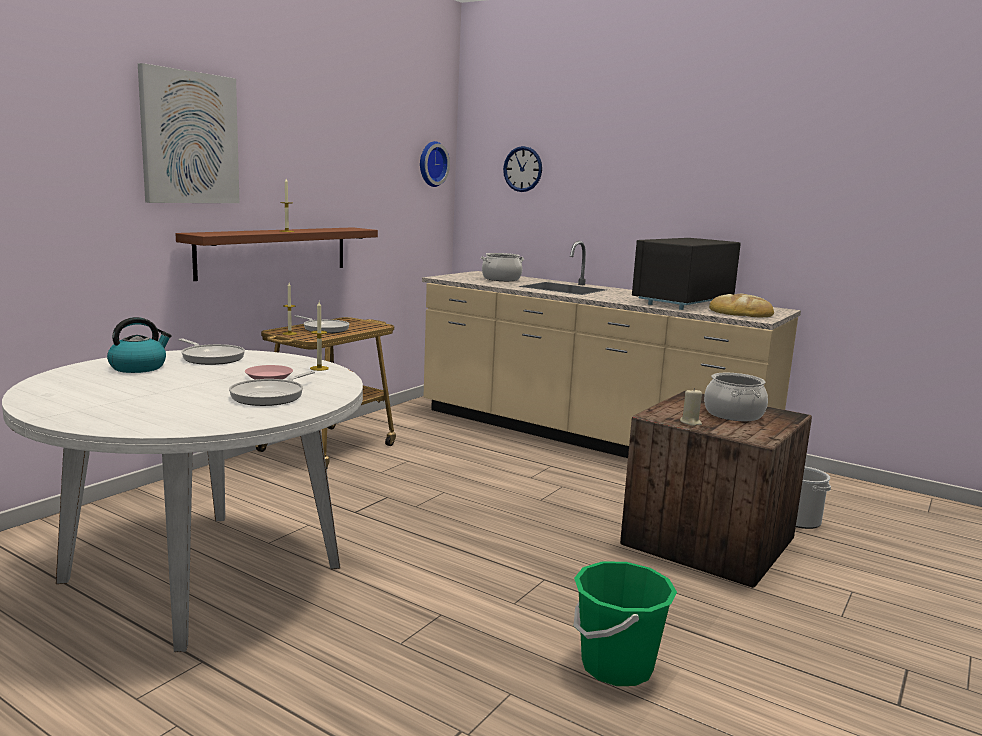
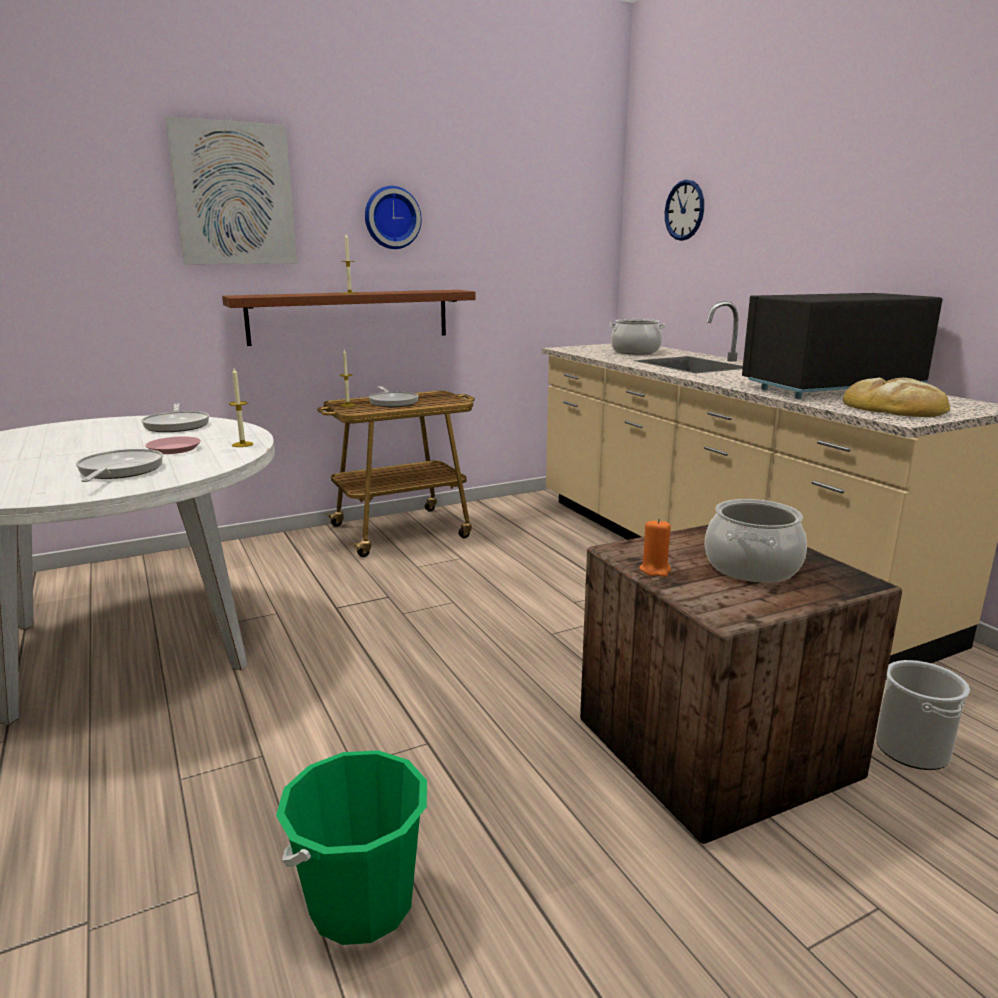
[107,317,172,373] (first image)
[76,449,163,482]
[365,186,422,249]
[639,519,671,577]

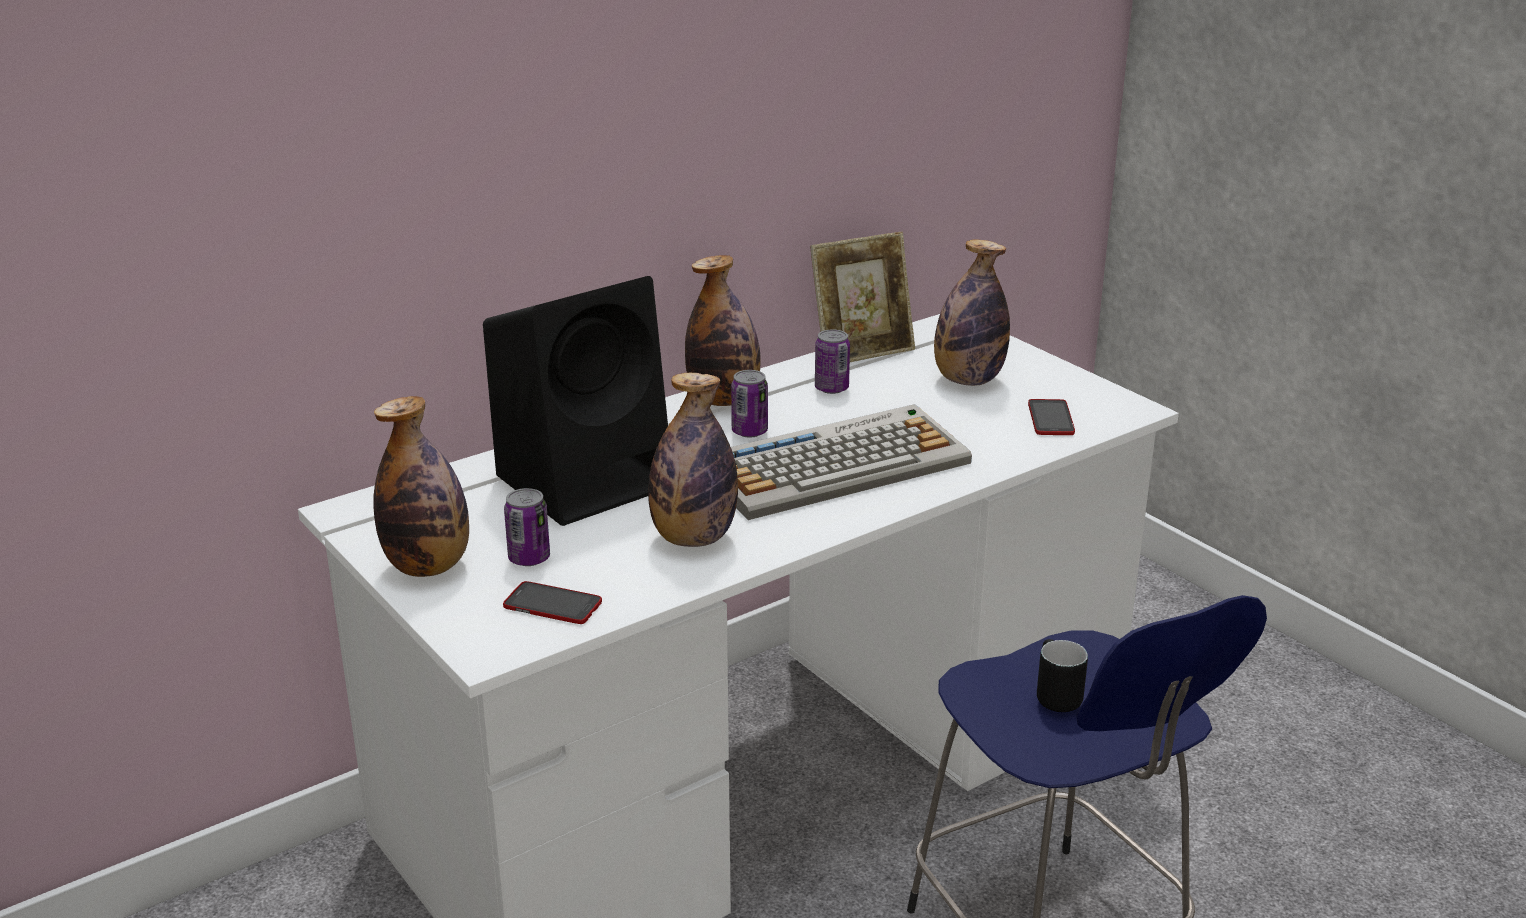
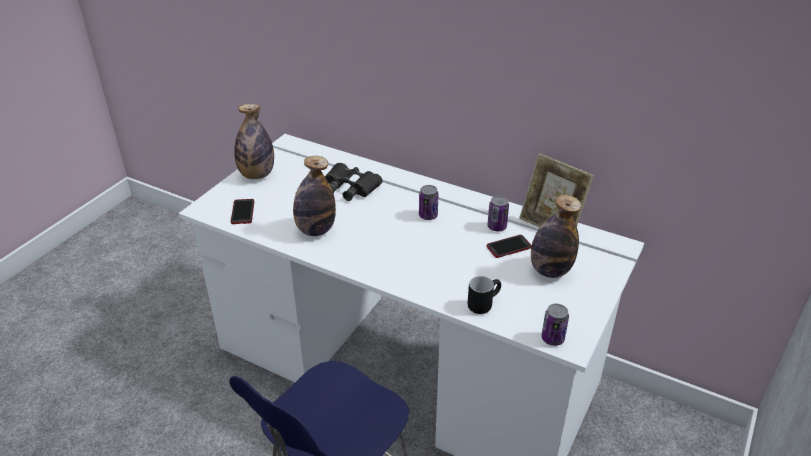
[325,163,383,201]
[541,304,569,346]
[685,255,761,406] (first image)
[731,404,972,520] (first image)
[487,235,532,258]
[468,276,501,314]

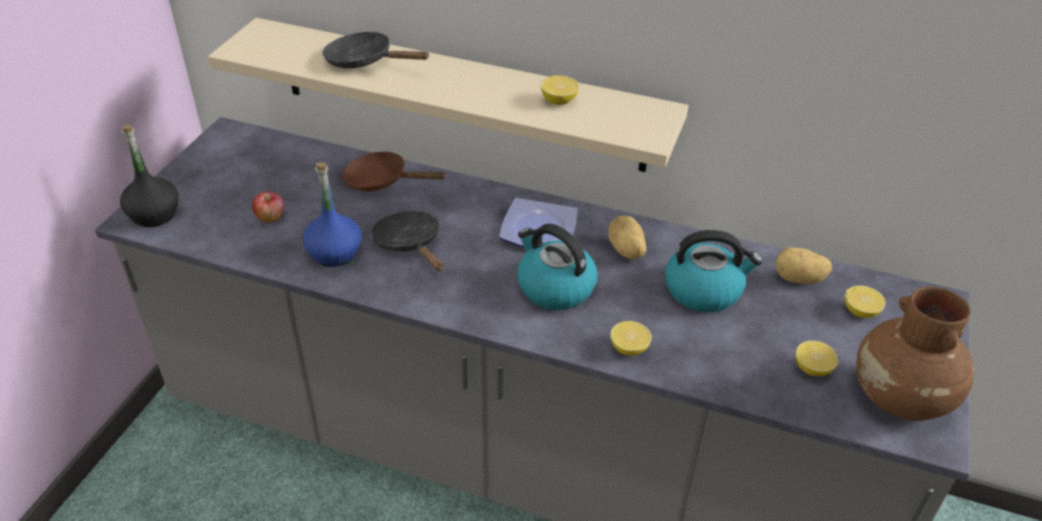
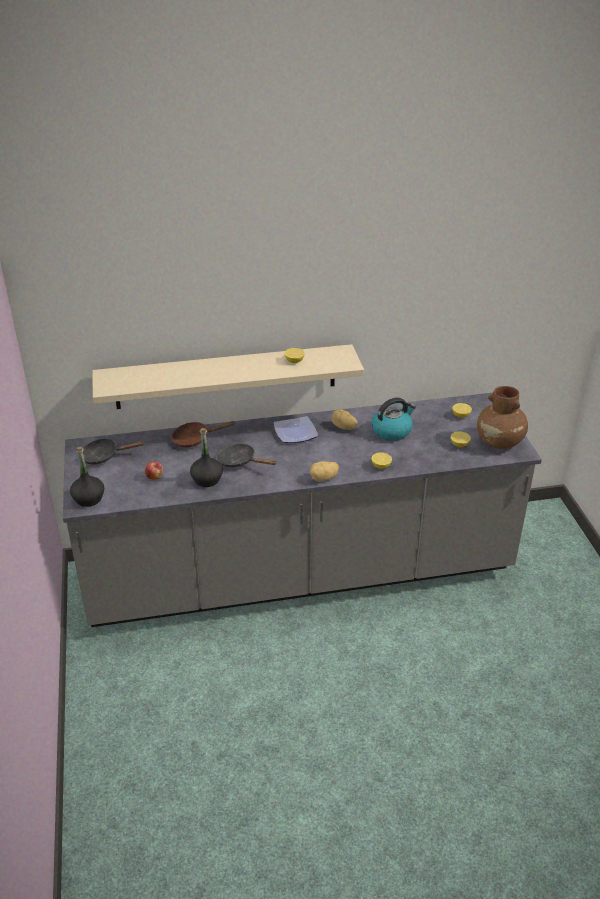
[190,428,223,487]
[83,439,146,464]
[517,224,597,310] (first image)
[310,461,339,481]

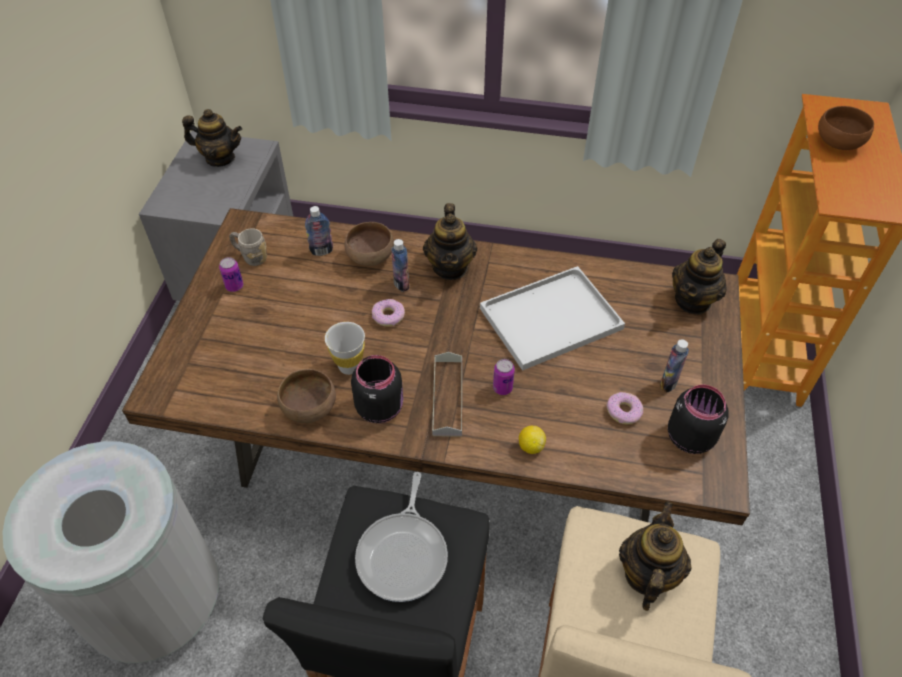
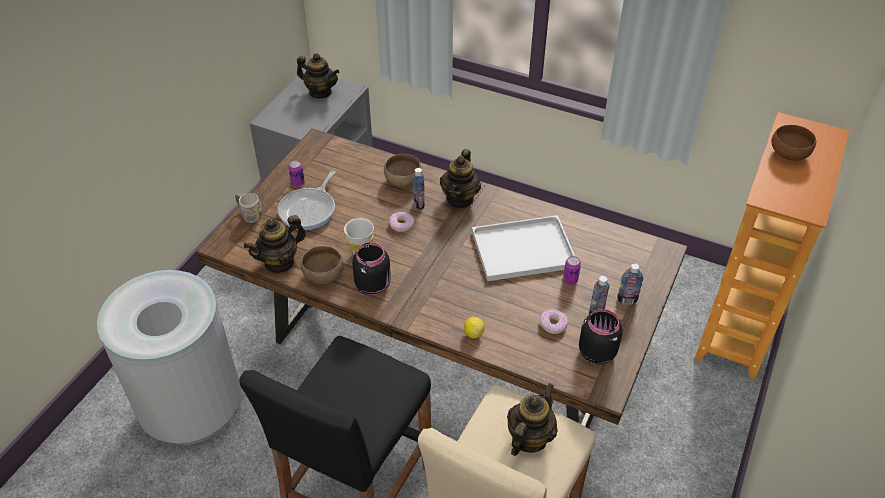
[235,193,261,223]
[617,263,643,305]
[278,170,335,230]
[432,352,462,437] (first image)
[563,256,581,285]
[244,215,306,274]

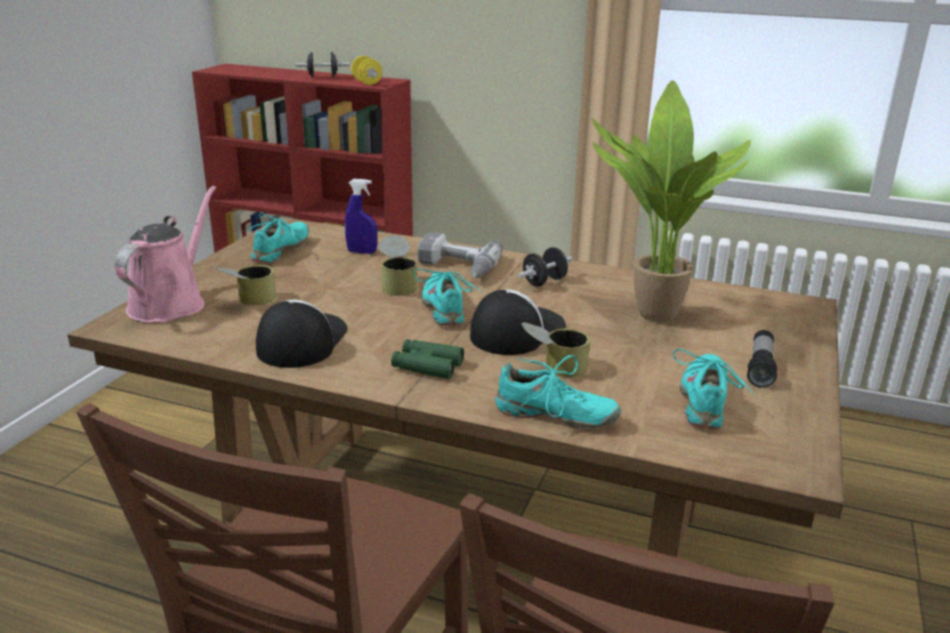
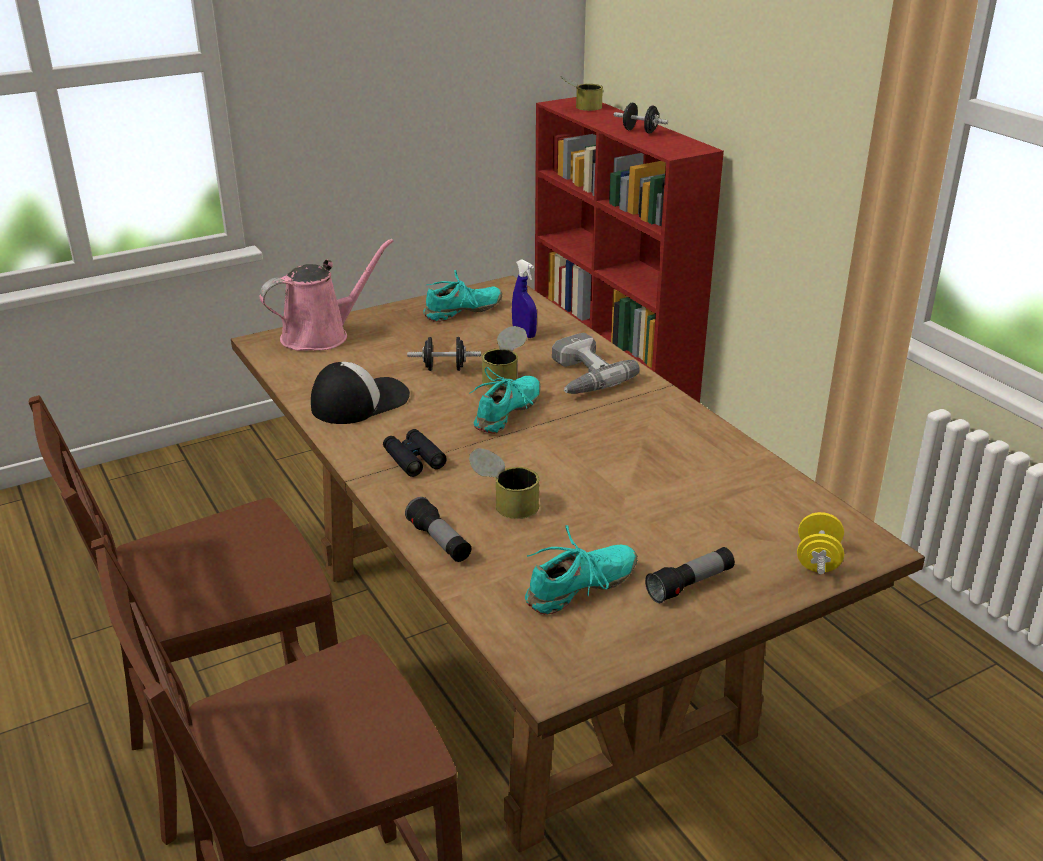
[560,76,603,111]
[797,512,844,574]
[383,429,447,477]
[470,290,566,355] (first image)
[405,497,471,562]
[407,337,481,371]
[592,80,751,322] (first image)

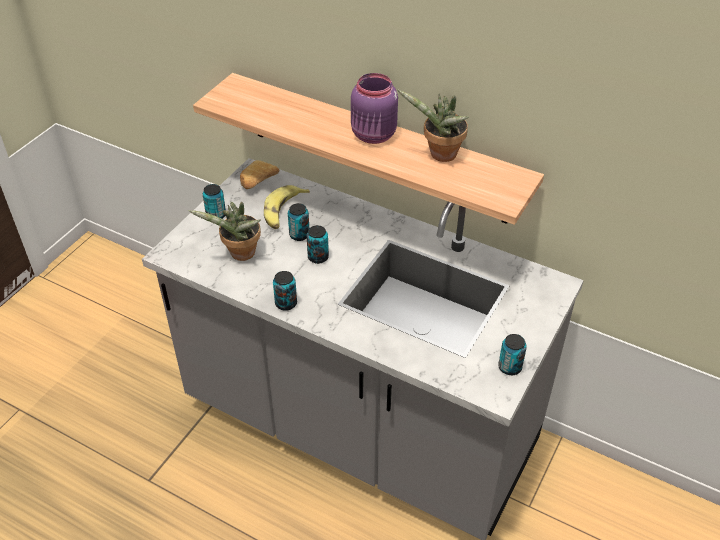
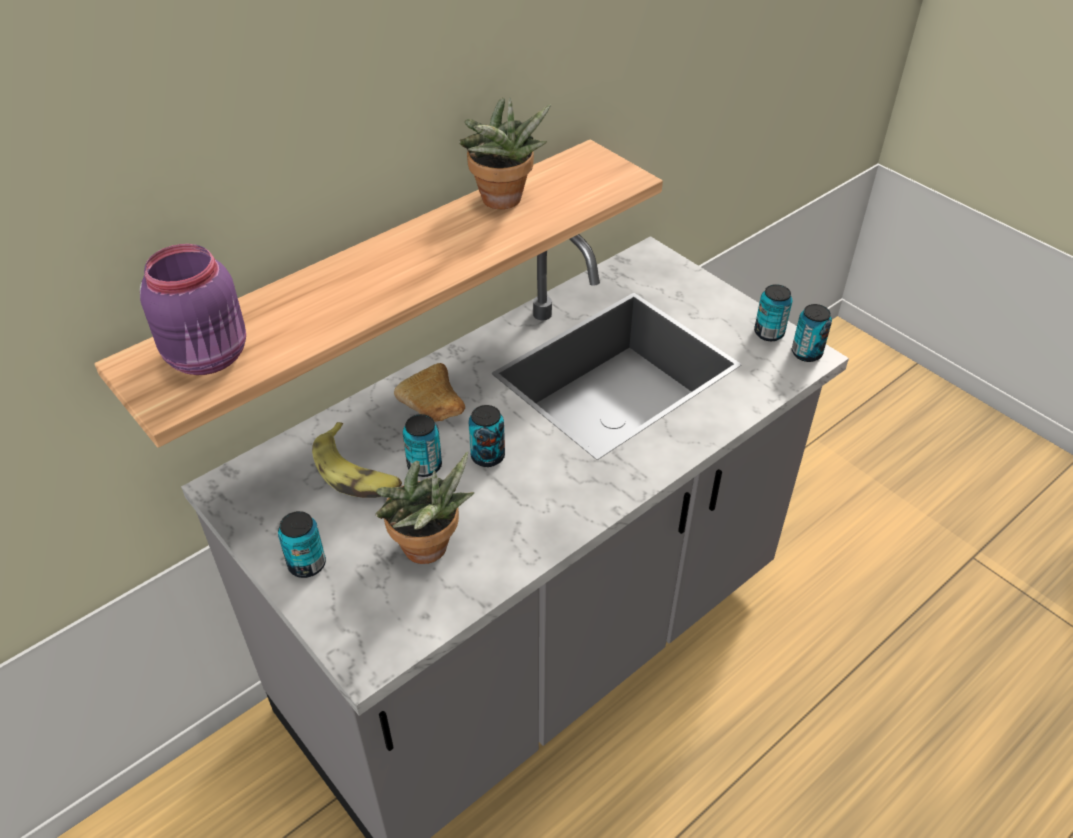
[394,363,465,422]
[792,304,832,362]
[140,244,246,375]

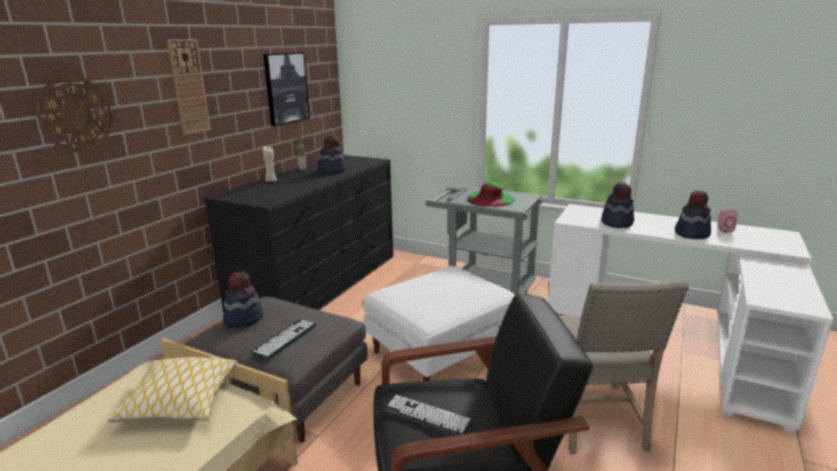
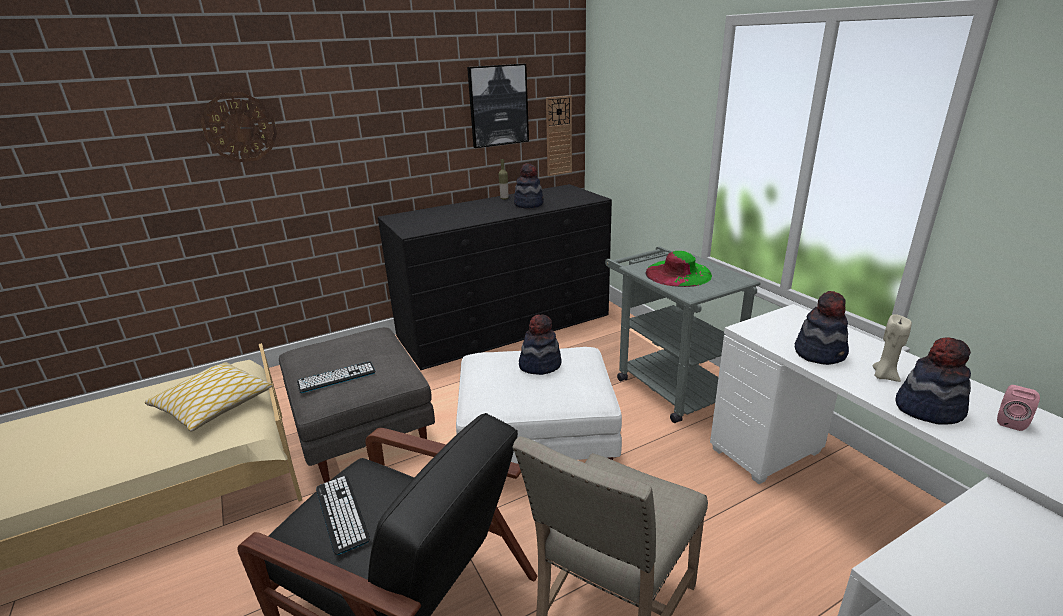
[546,95,572,176]
[519,314,562,375]
[873,314,912,382]

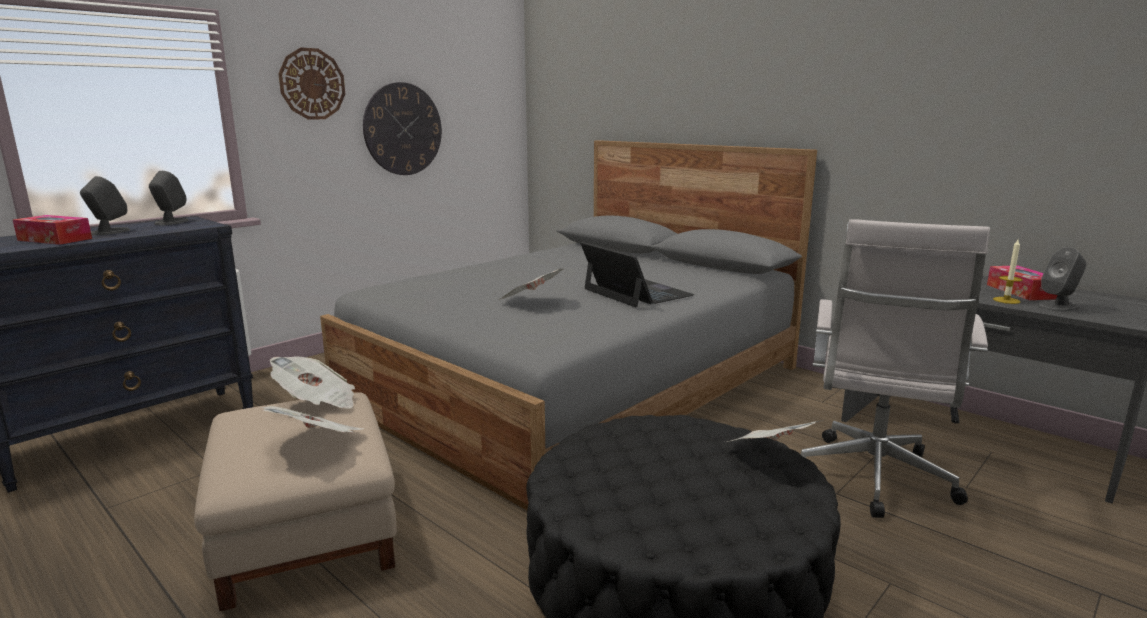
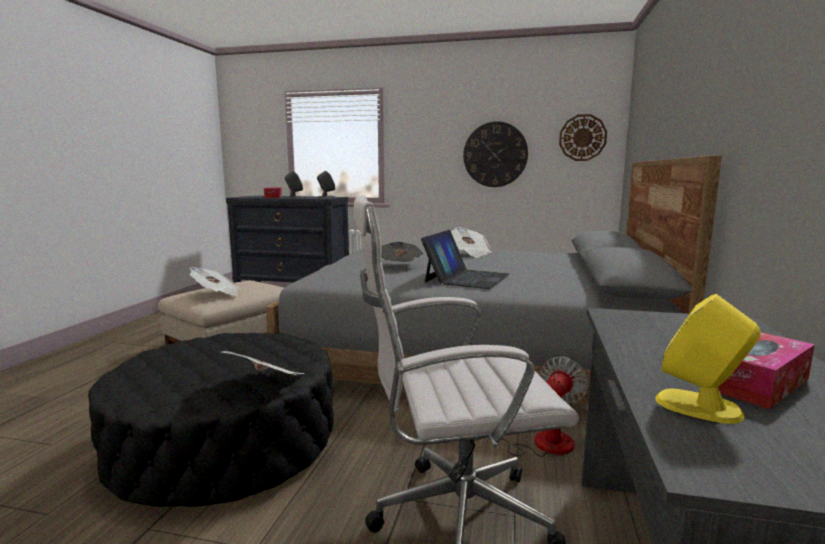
[451,227,492,258]
[559,114,607,161]
[993,240,1023,304] (first image)
[655,294,761,424]
[474,357,588,457]

